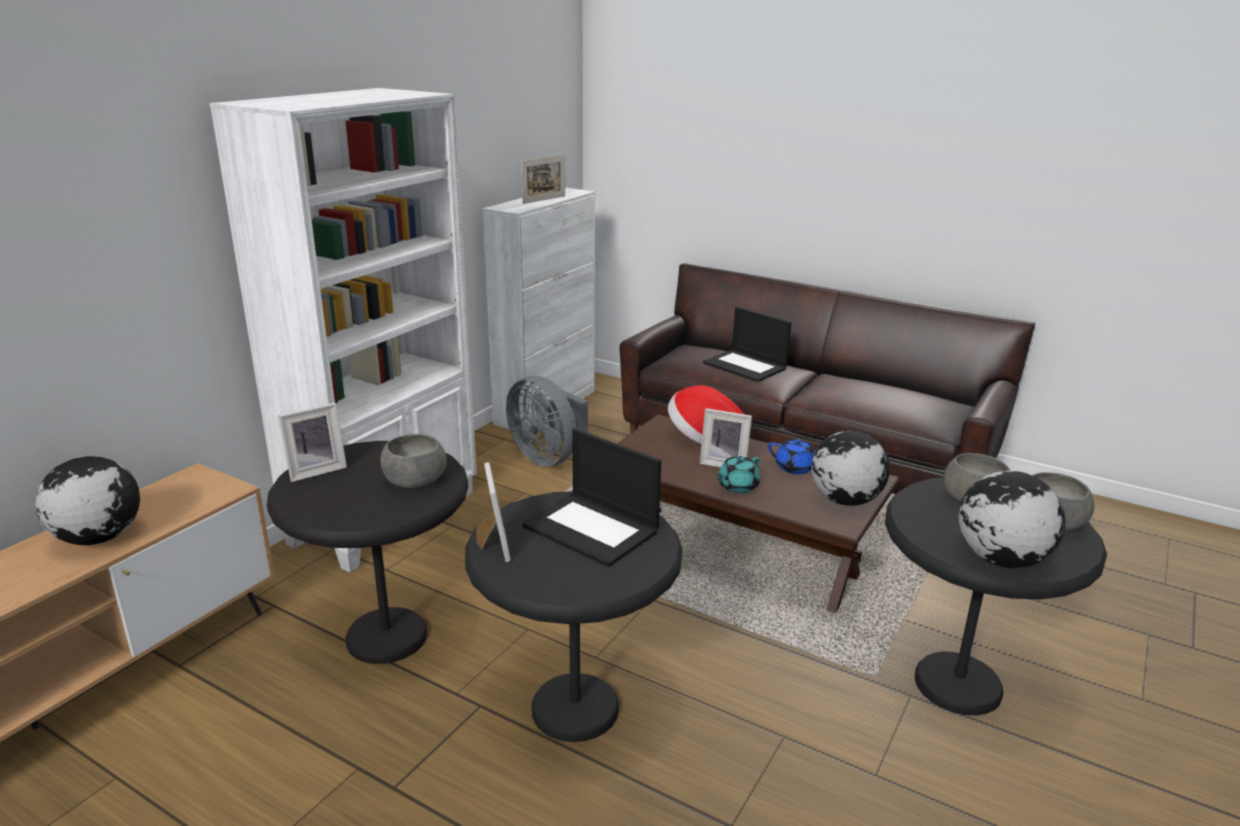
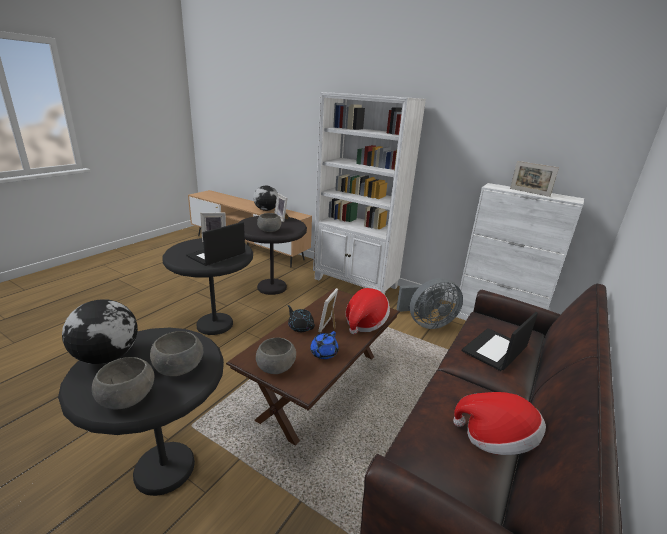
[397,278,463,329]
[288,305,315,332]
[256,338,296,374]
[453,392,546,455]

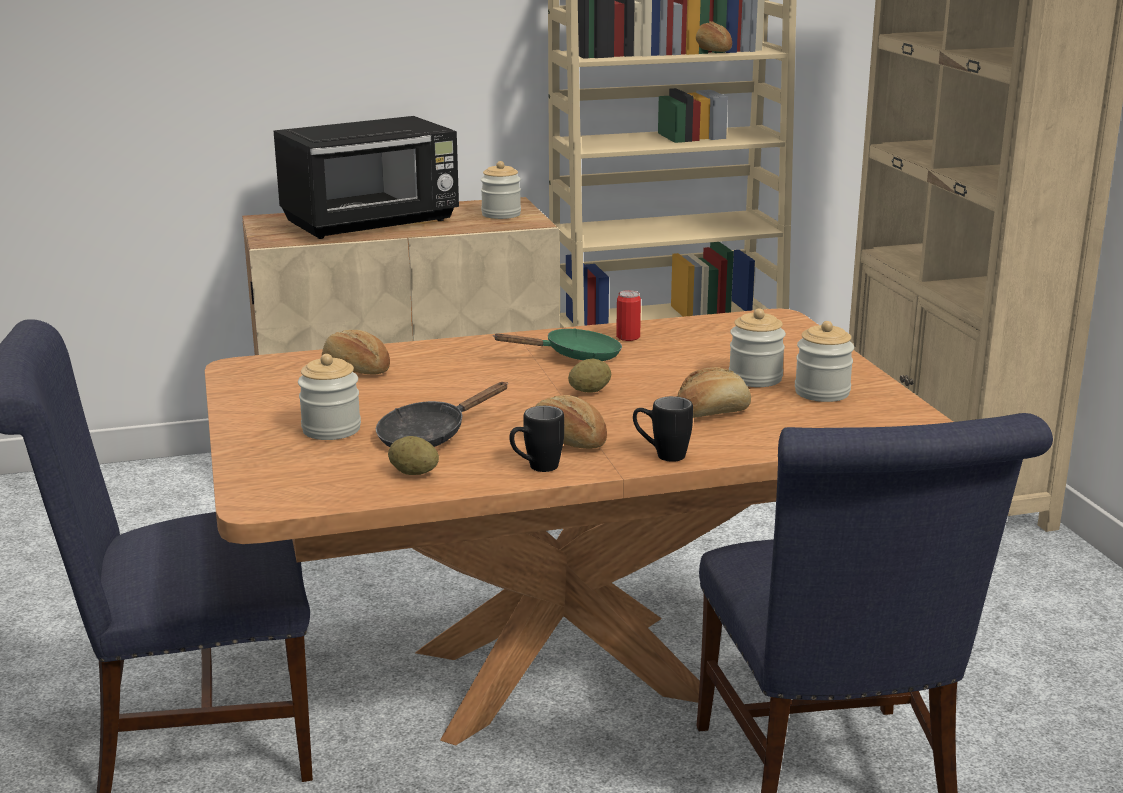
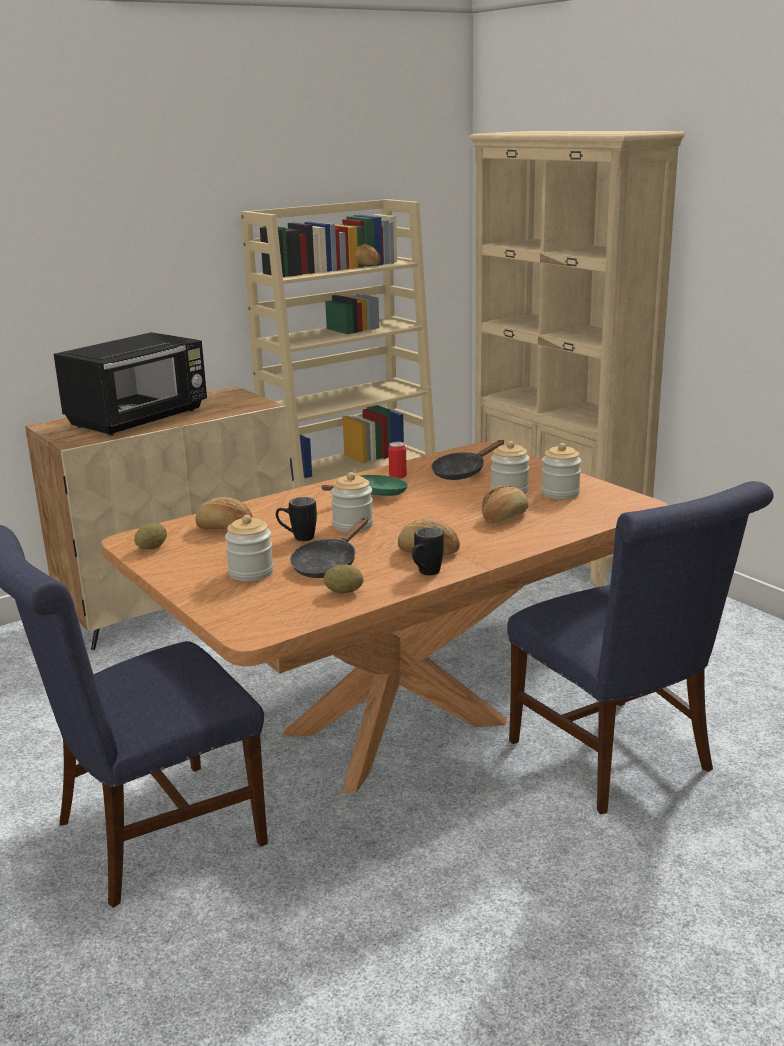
[331,472,373,532]
[134,523,167,549]
[276,497,317,541]
[431,440,504,480]

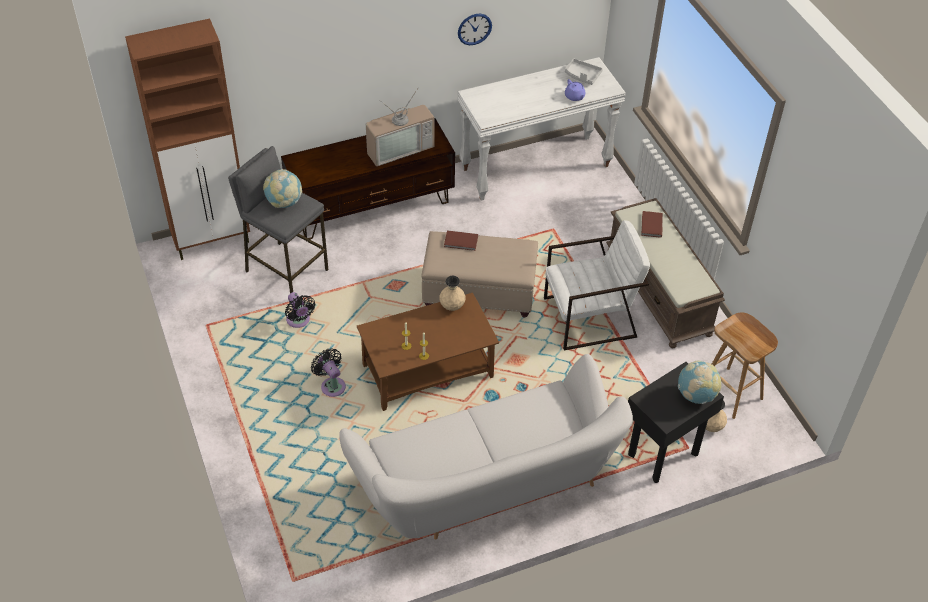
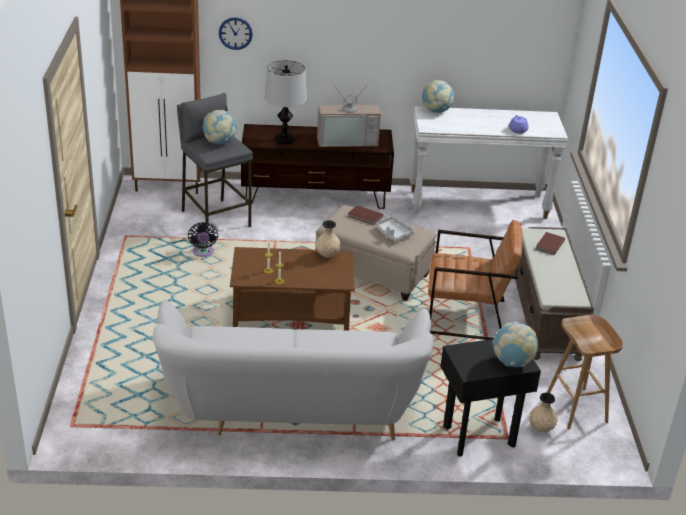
[311,348,346,397] (first image)
[219,17,253,50]
[428,220,523,340]
[377,216,415,242]
[264,60,307,144]
[422,80,454,113]

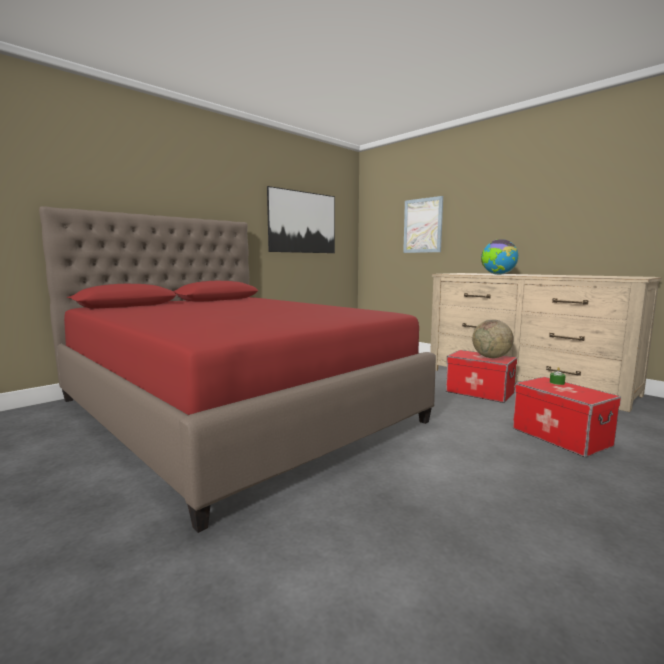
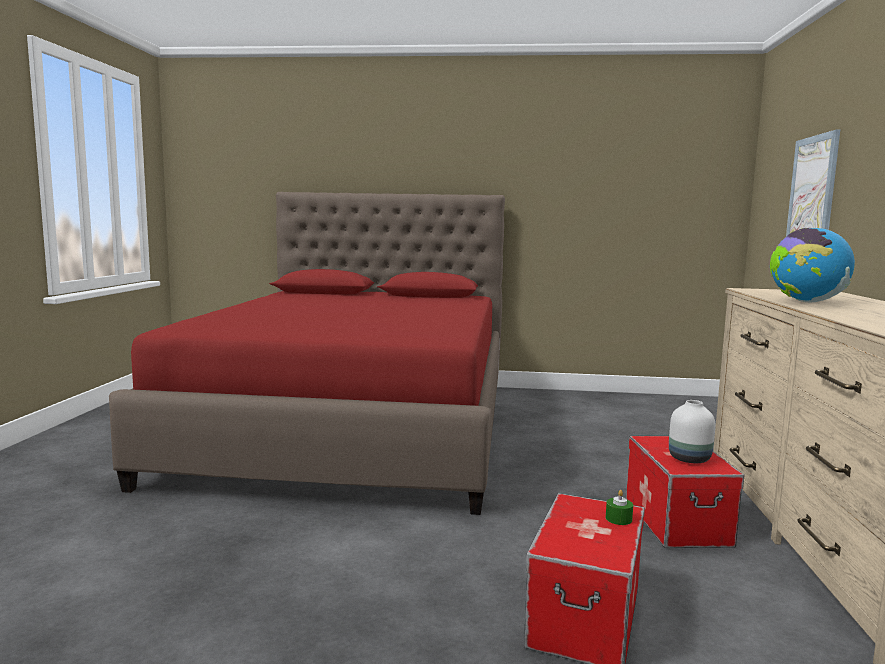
[267,186,335,253] (first image)
[669,400,715,463]

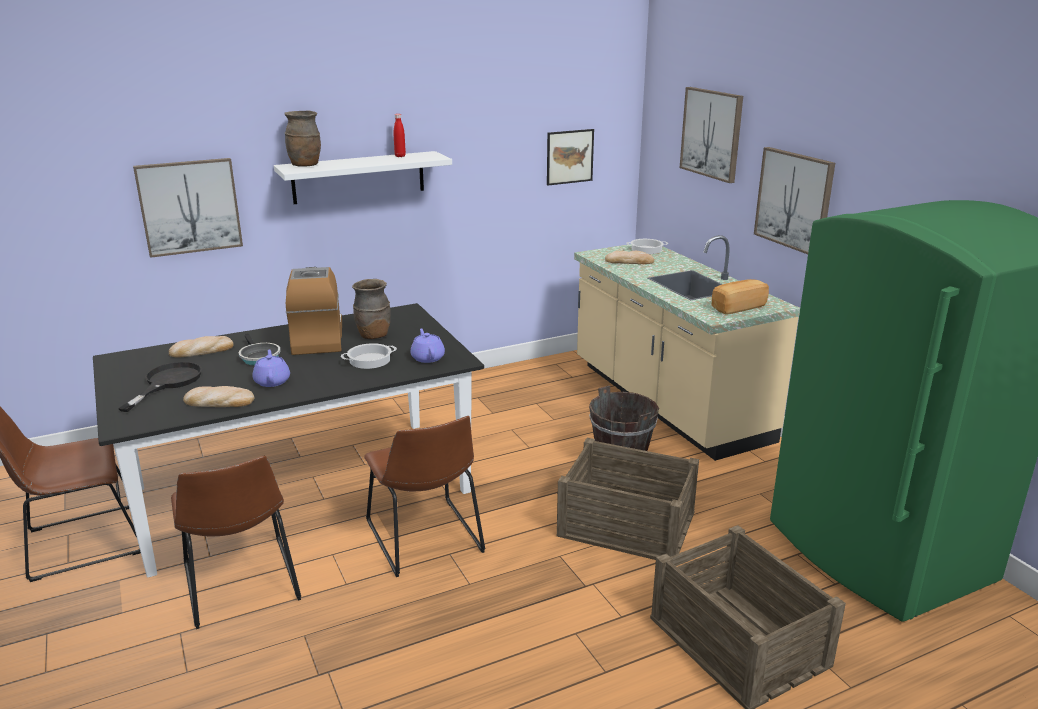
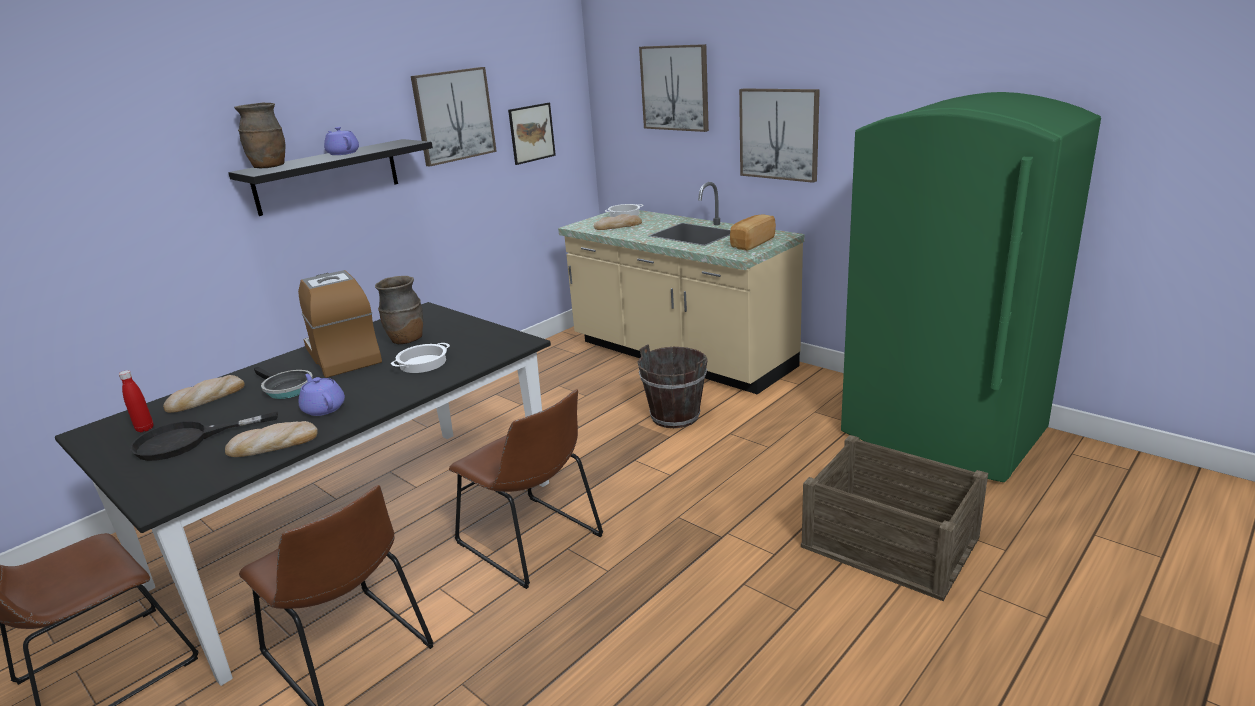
[130,412,278,461]
[411,67,497,167]
[228,139,433,216]
[119,370,153,432]
[324,127,359,155]
[557,438,699,560] (first image)

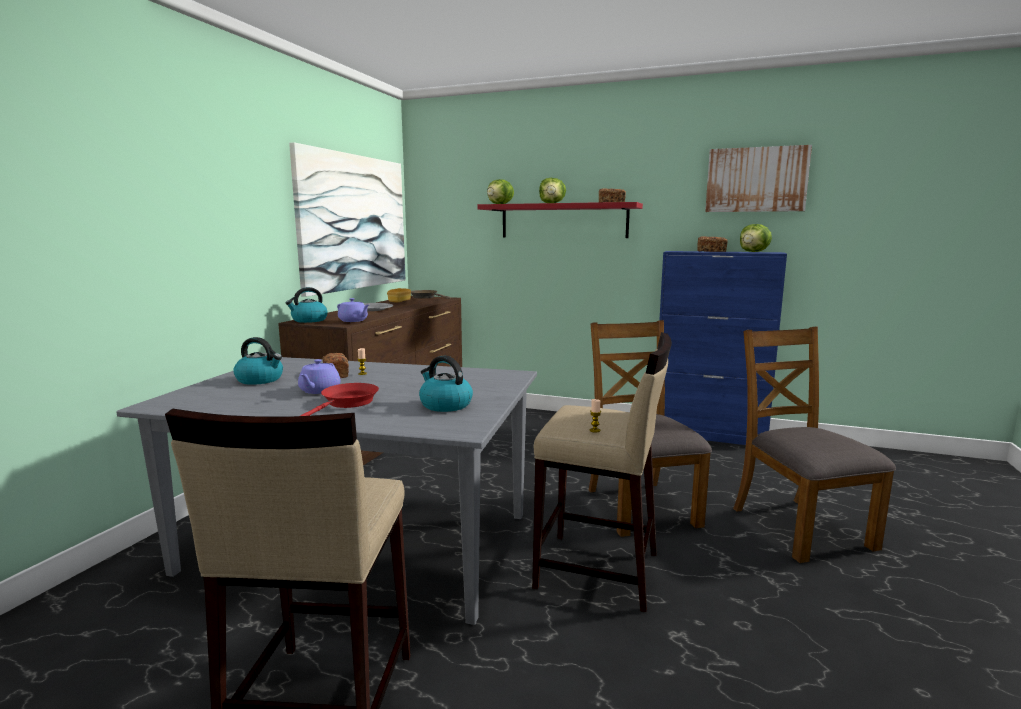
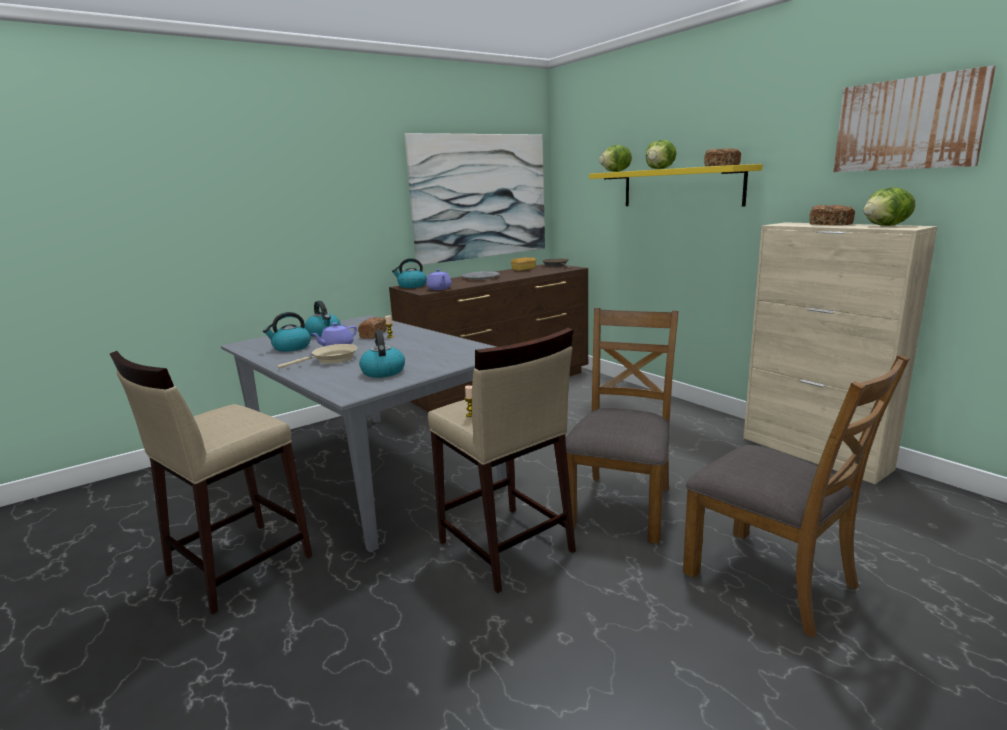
[278,344,357,369]
[589,164,763,207]
[743,222,938,484]
[683,354,909,638]
[263,312,311,352]

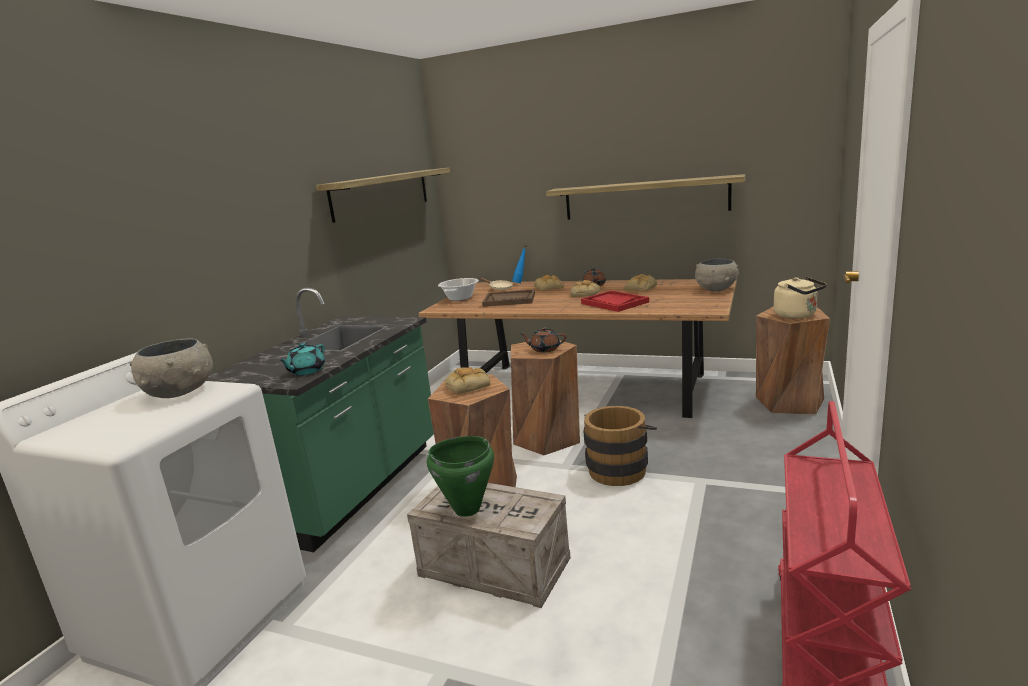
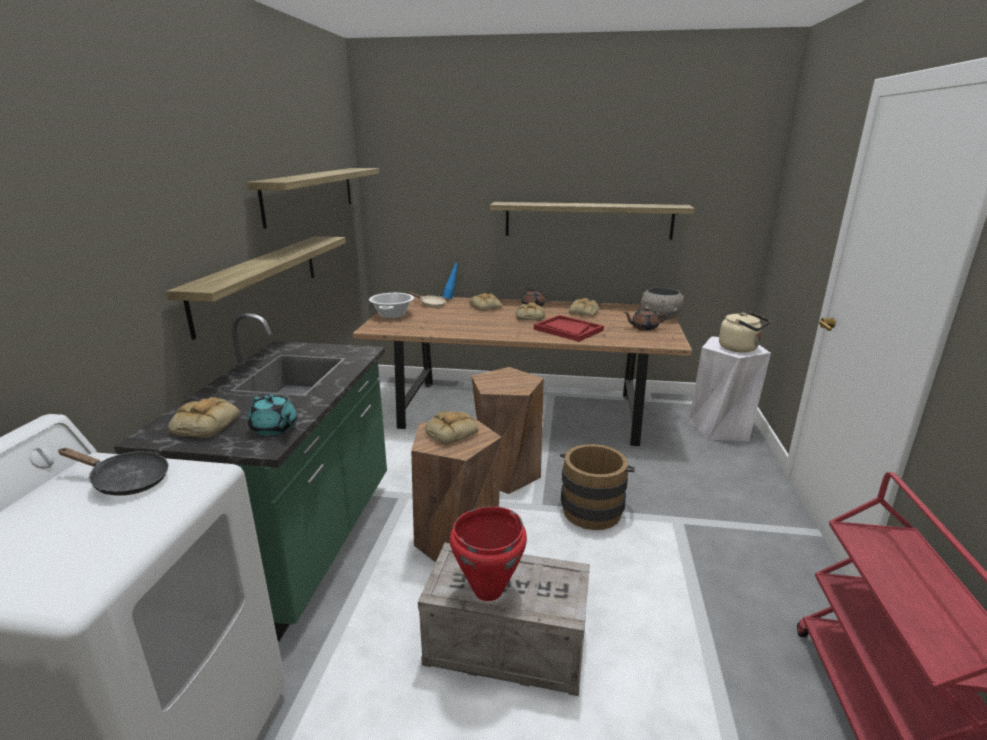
[58,448,168,496]
[247,394,297,436]
[450,506,527,601]
[482,289,535,307] (first image)
[623,308,666,331]
[689,336,771,441]
[166,236,346,340]
[168,397,240,438]

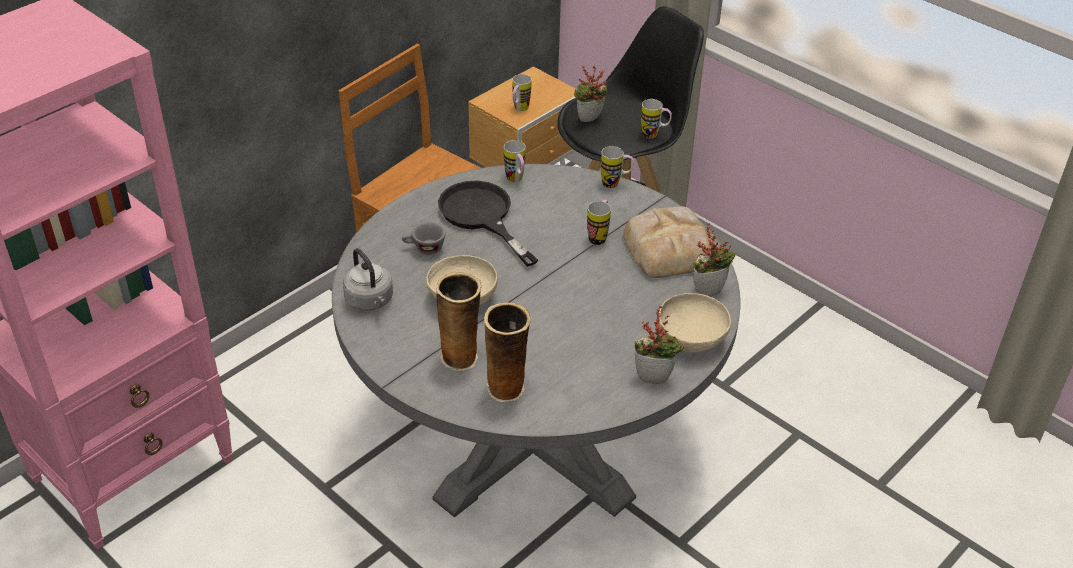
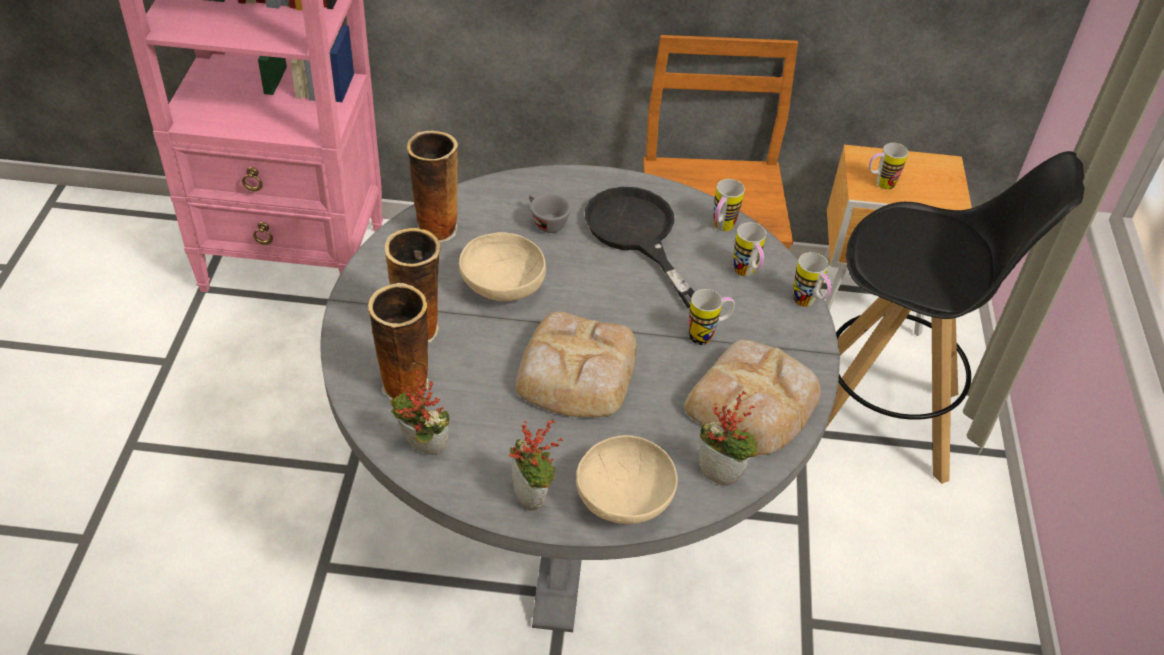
[406,131,458,242]
[585,187,695,308]
[390,371,450,455]
[734,223,766,276]
[516,311,637,417]

